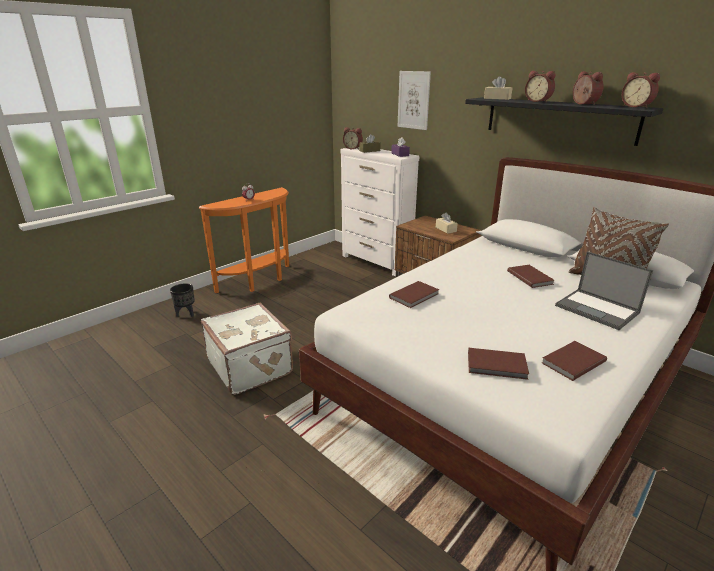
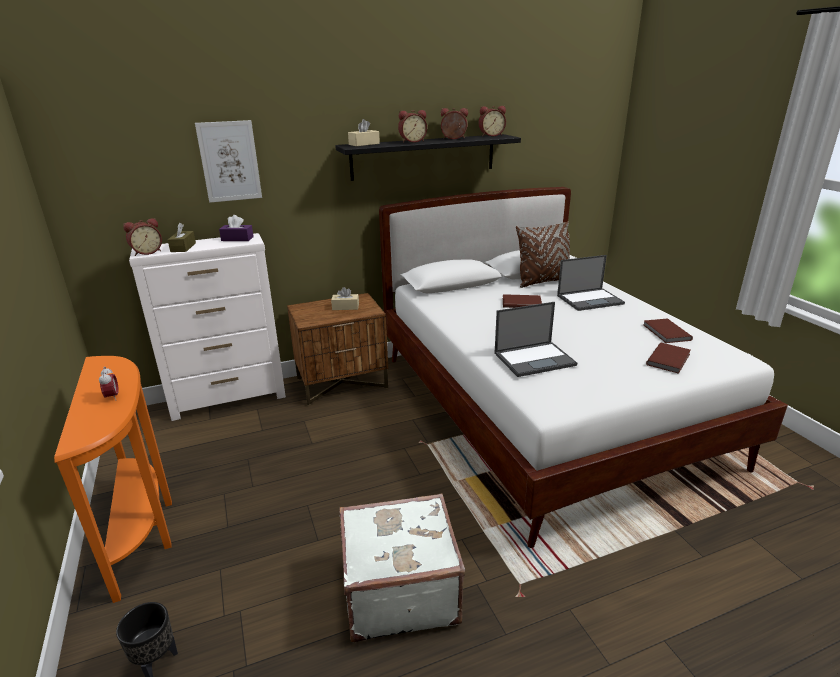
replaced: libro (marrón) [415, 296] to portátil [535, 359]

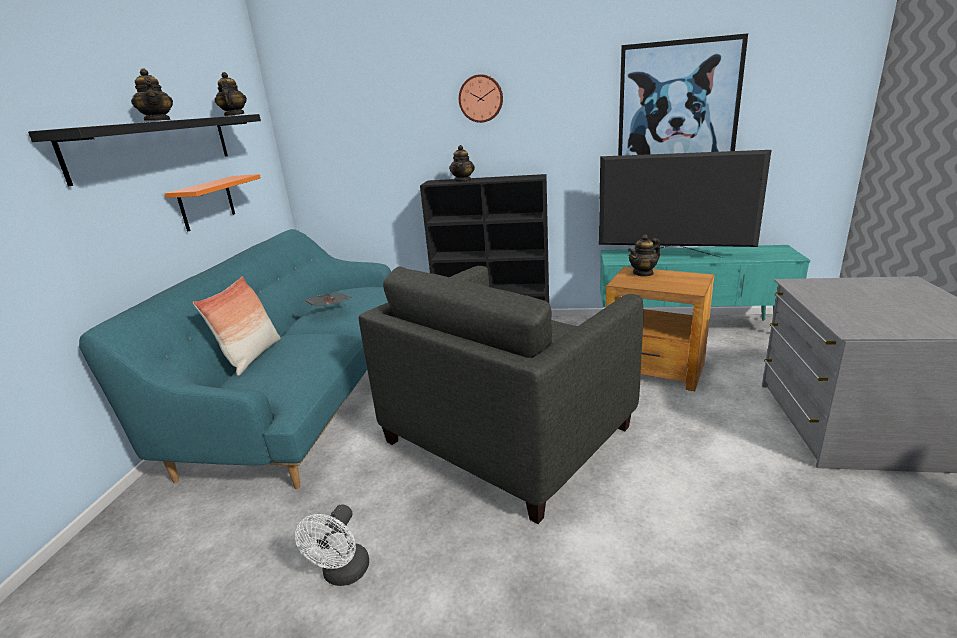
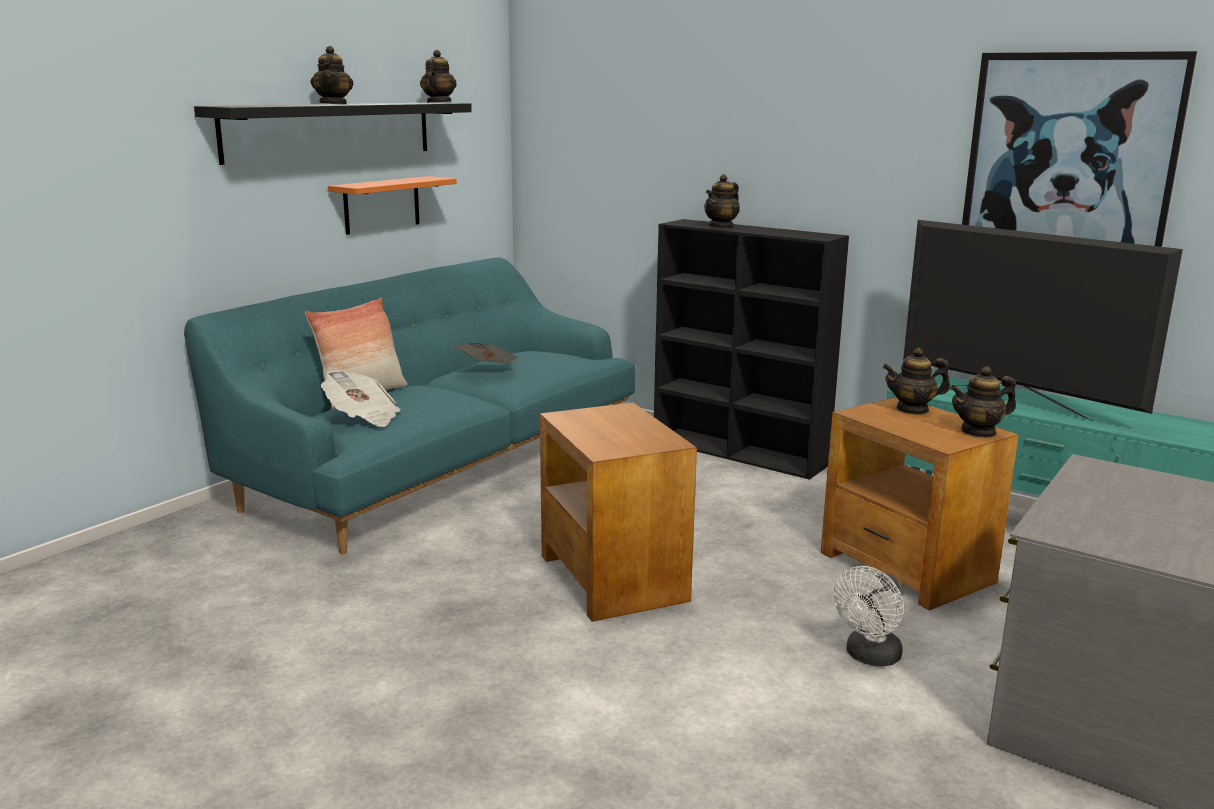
removed: reloj de pared [481, 98]
added: periódico [363, 417]; tetera [979, 432]
moved: ventilador (blanco) [343, 574] to [869, 657]
replaced: sillón (gris) [507, 434] to mesa auxiliar (marrón) [613, 577]

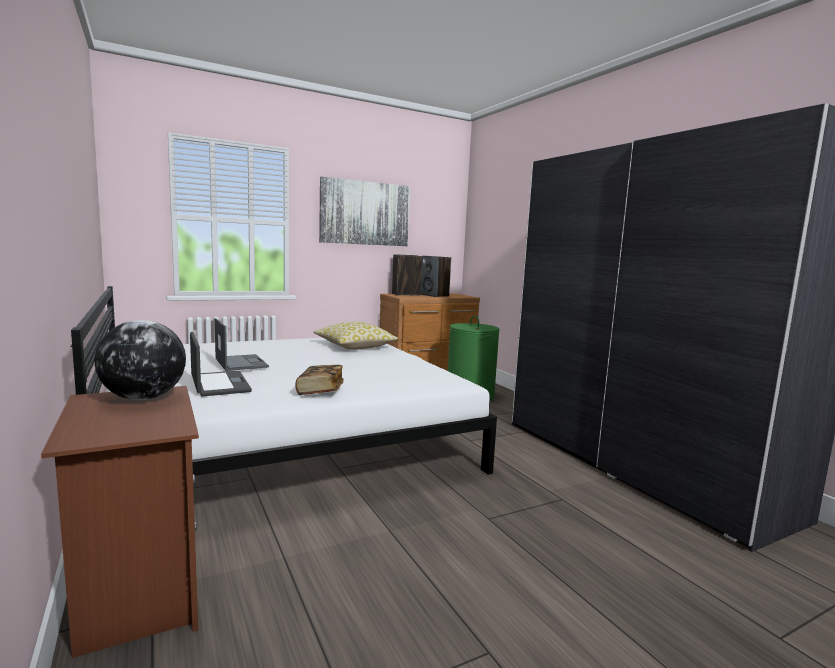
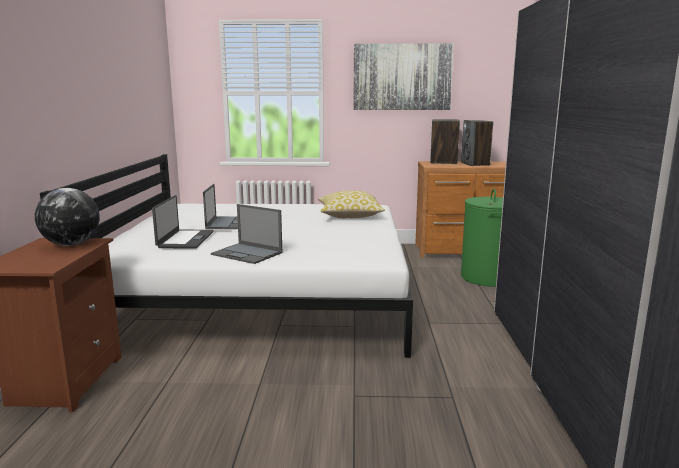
replaced: libro [320, 391] to portátil [247, 254]

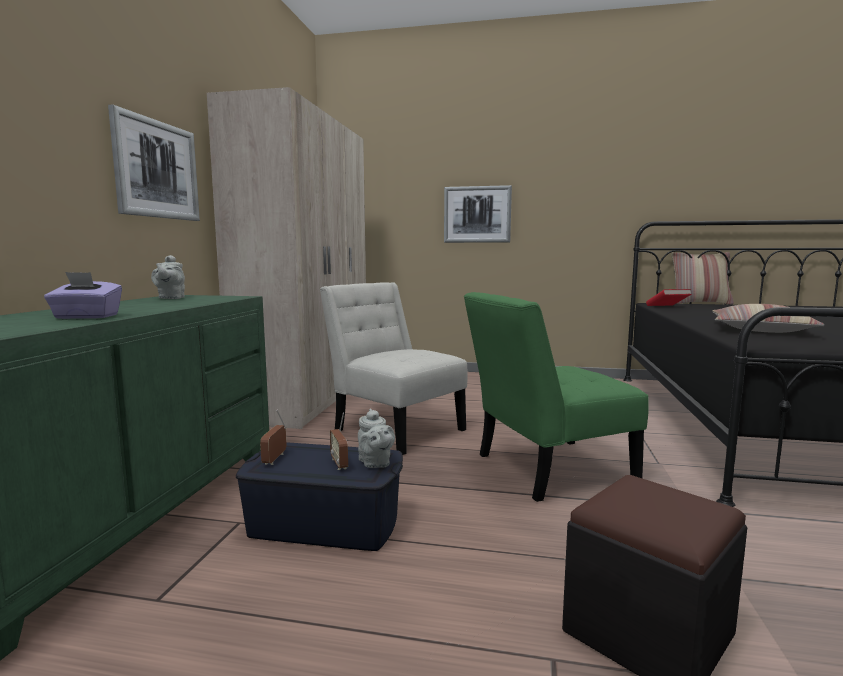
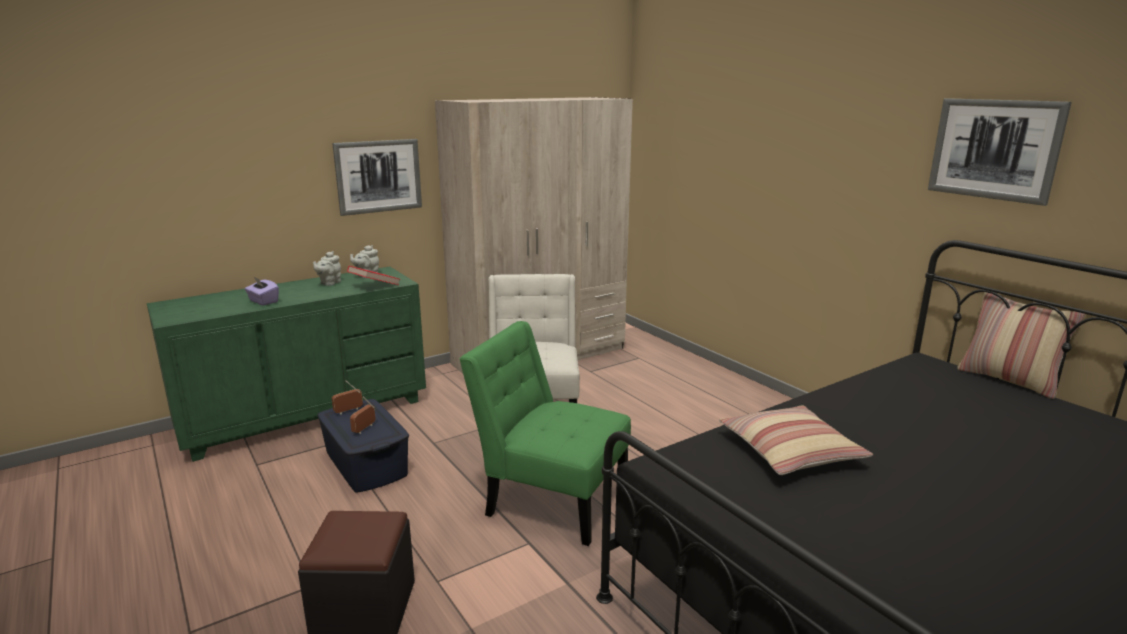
moved: tetera (gris) [375, 463] to [329, 283]; libro (rojo) [667, 307] to [375, 286]; cuadro [477, 214] to [994, 149]

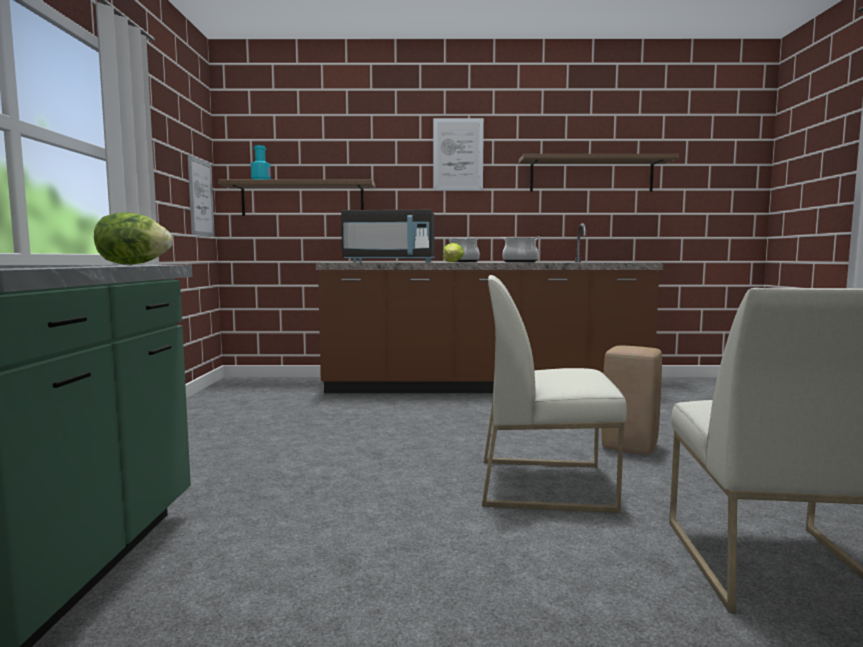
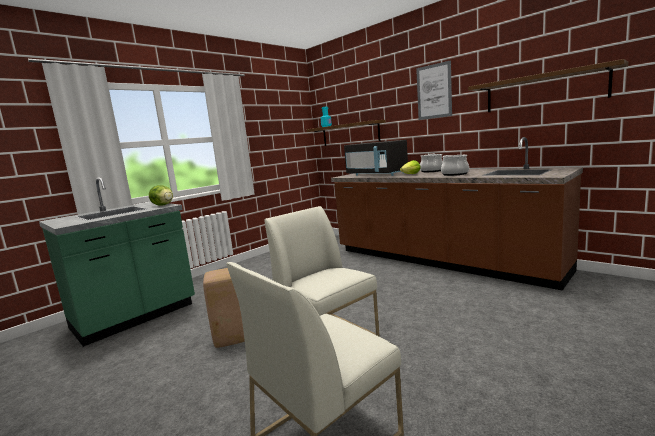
removed: cuadro [200, 198]
moved: taburete (beis) [630, 447] to [230, 339]

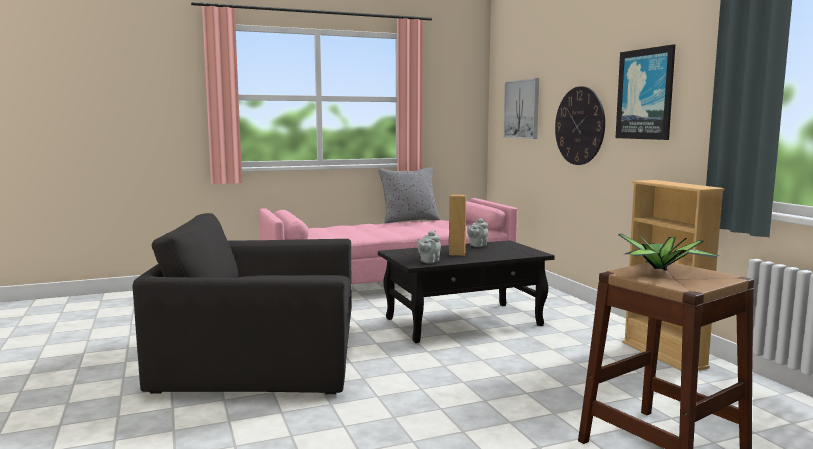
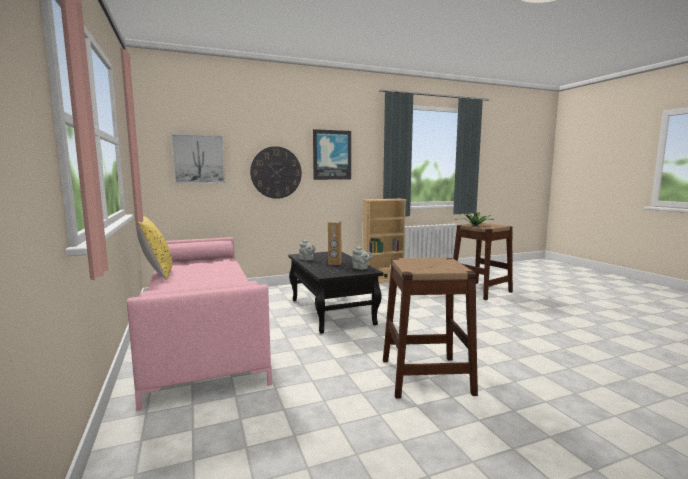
replaced: sillón (negro) [262, 358] to taburete (marrón) [426, 376]
recoloured: cojín (gris) [409, 220] to cojín (amarillo) [157, 273]

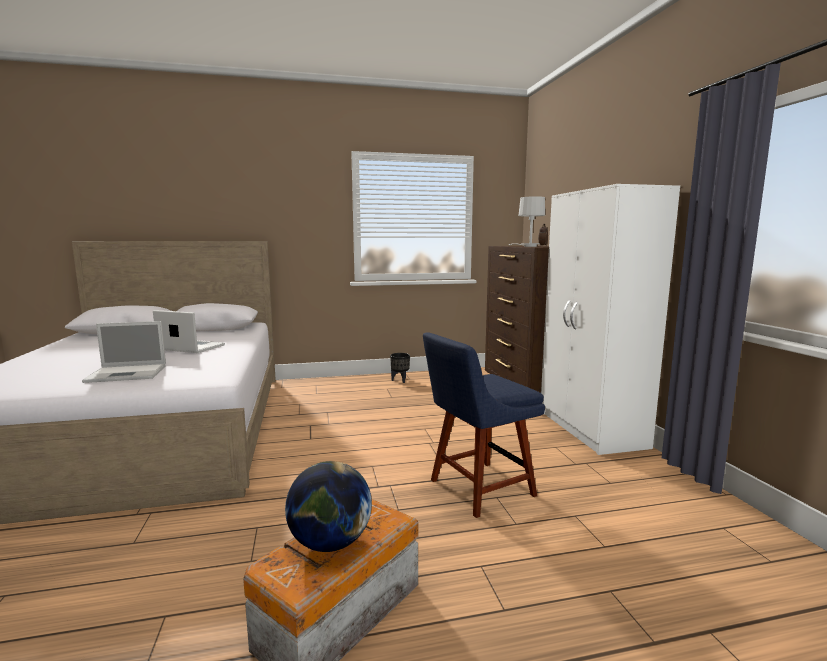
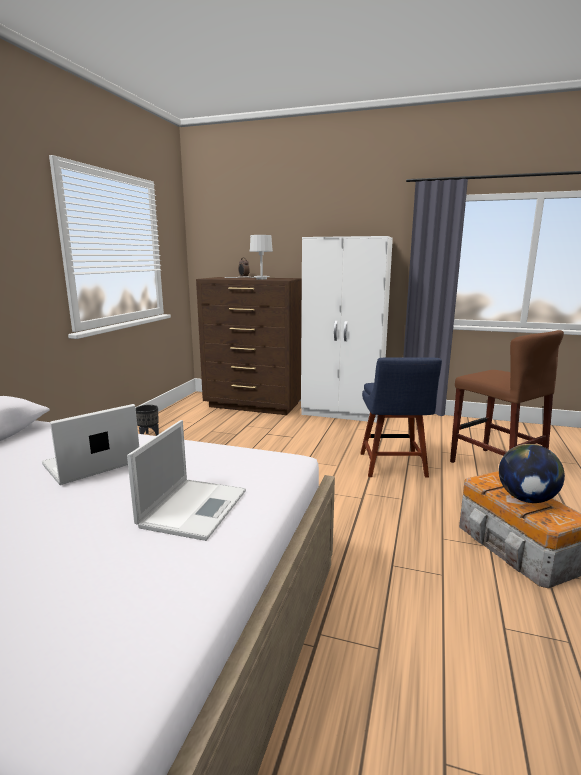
added: taburete (marrón) [496, 467]

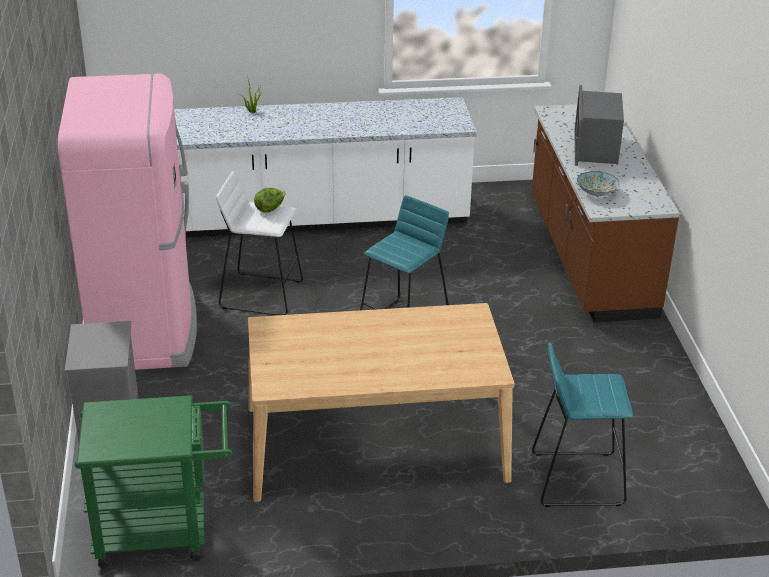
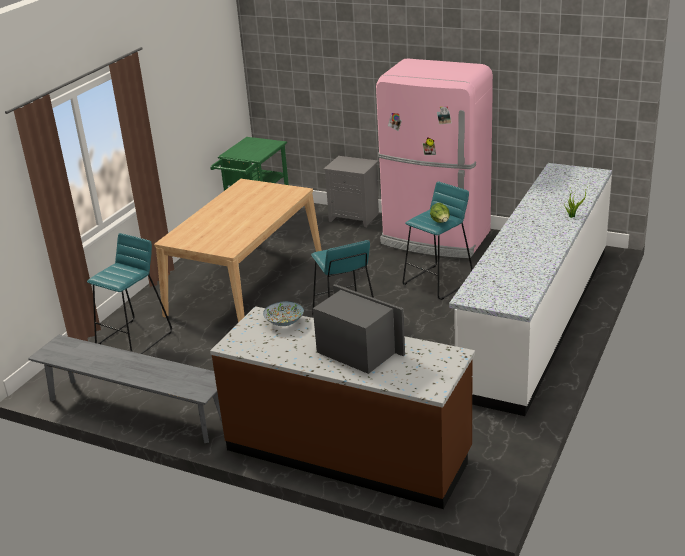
added: banco (gris) [136, 410]
recoloured: taburete (blanco) [261, 294] to taburete (turquesa) [438, 282]

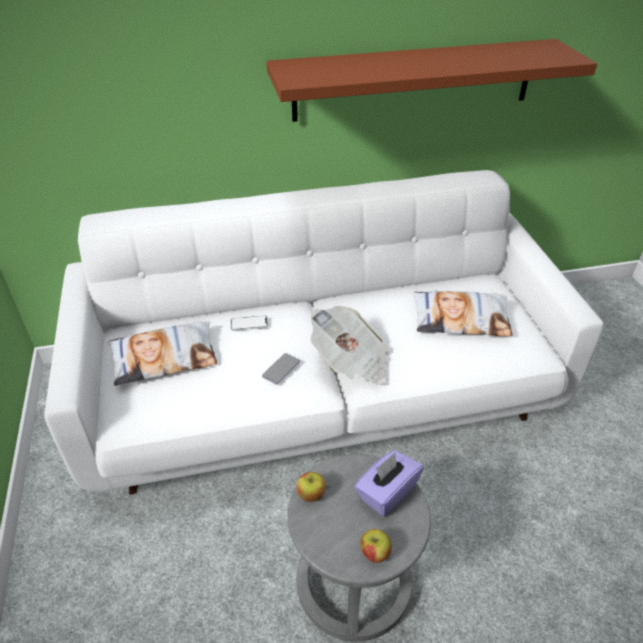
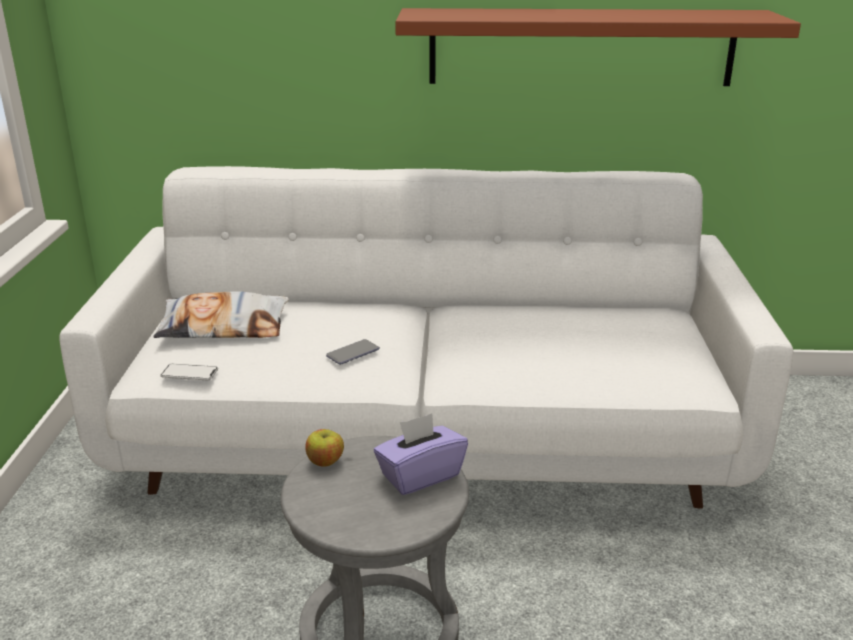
removed: periódico [351, 361]; manzana [375, 553]; cojín [460, 319]
moved: móvil [249, 323] to [189, 373]

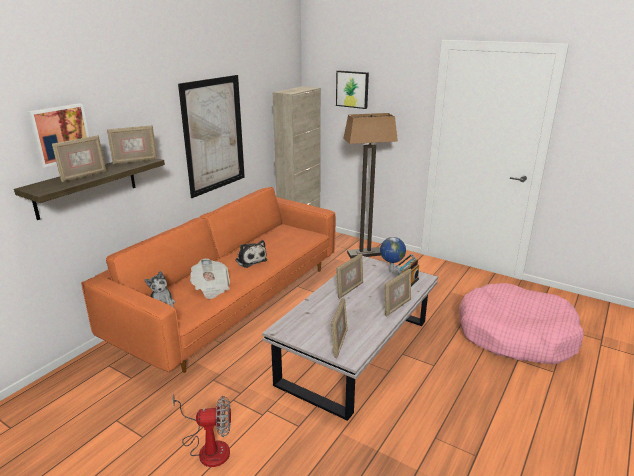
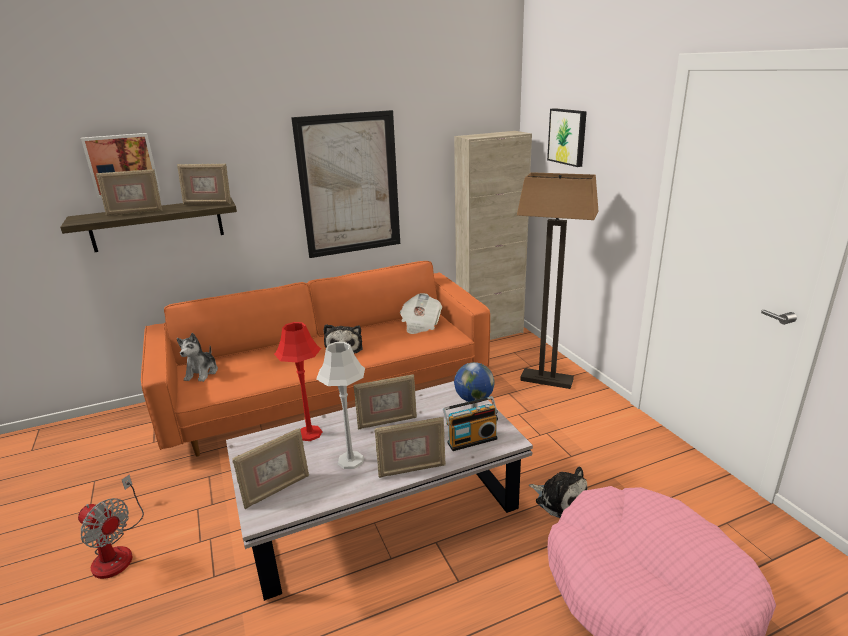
added: lámpara de mesa (rojo) [309, 433]; lámpara de mesa (gris) [350, 460]; peluche [559, 499]
moved: periódico [211, 288] to [420, 324]

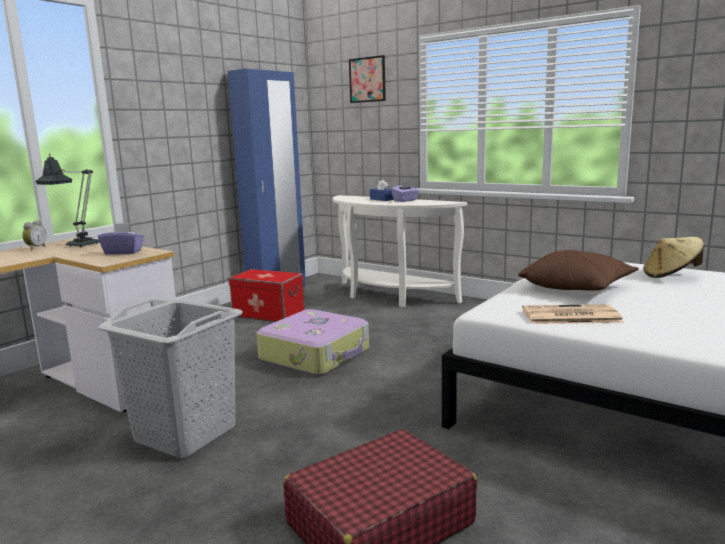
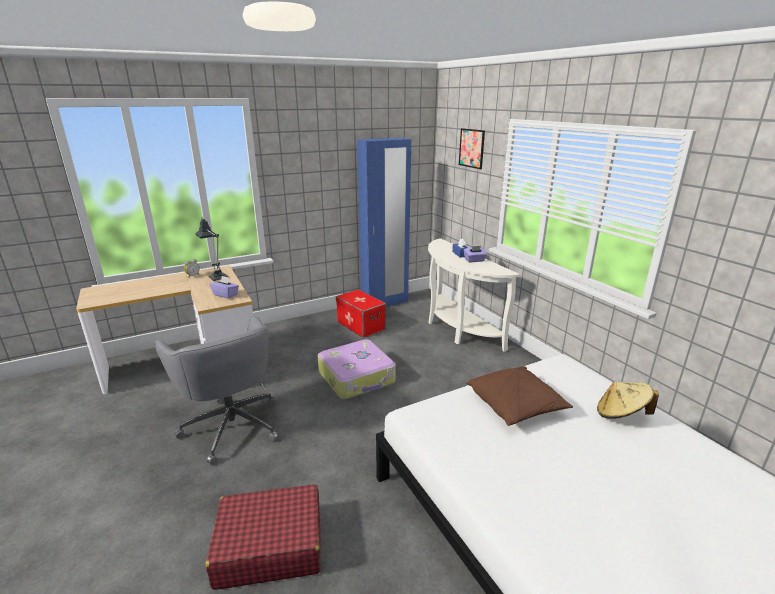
removed: periódico [569, 316]
replaced: cesto de la ropa (gris) [185, 434] to silla de oficina (gris) [232, 424]

